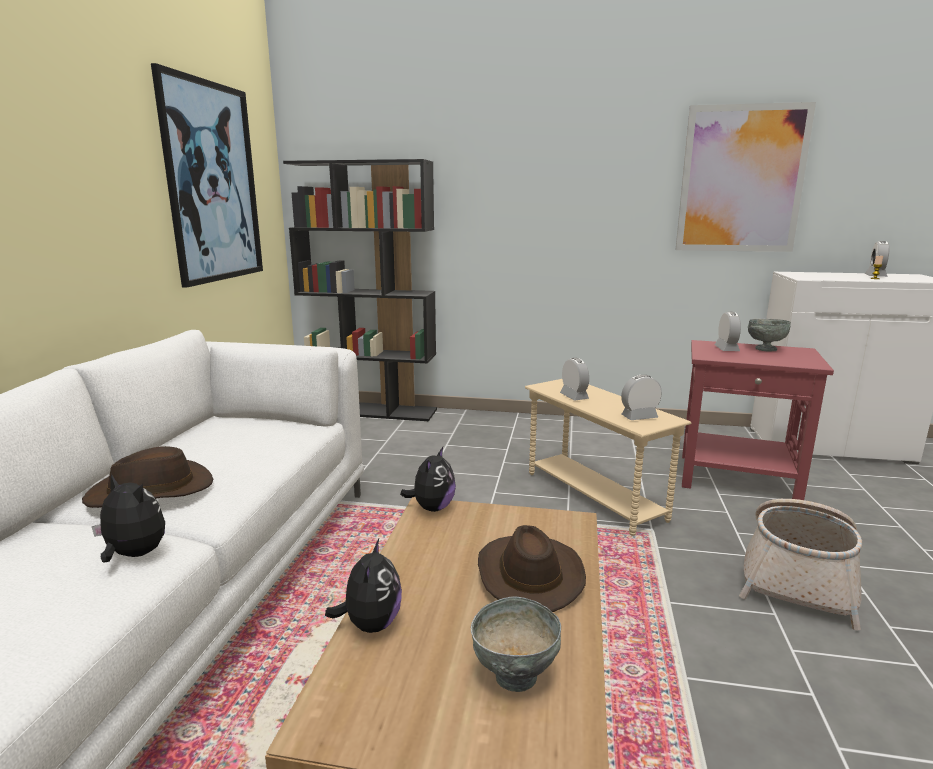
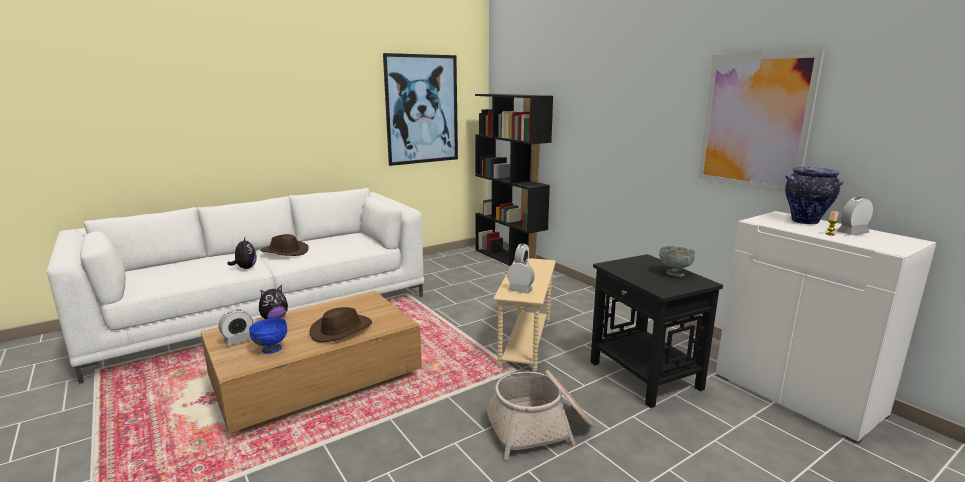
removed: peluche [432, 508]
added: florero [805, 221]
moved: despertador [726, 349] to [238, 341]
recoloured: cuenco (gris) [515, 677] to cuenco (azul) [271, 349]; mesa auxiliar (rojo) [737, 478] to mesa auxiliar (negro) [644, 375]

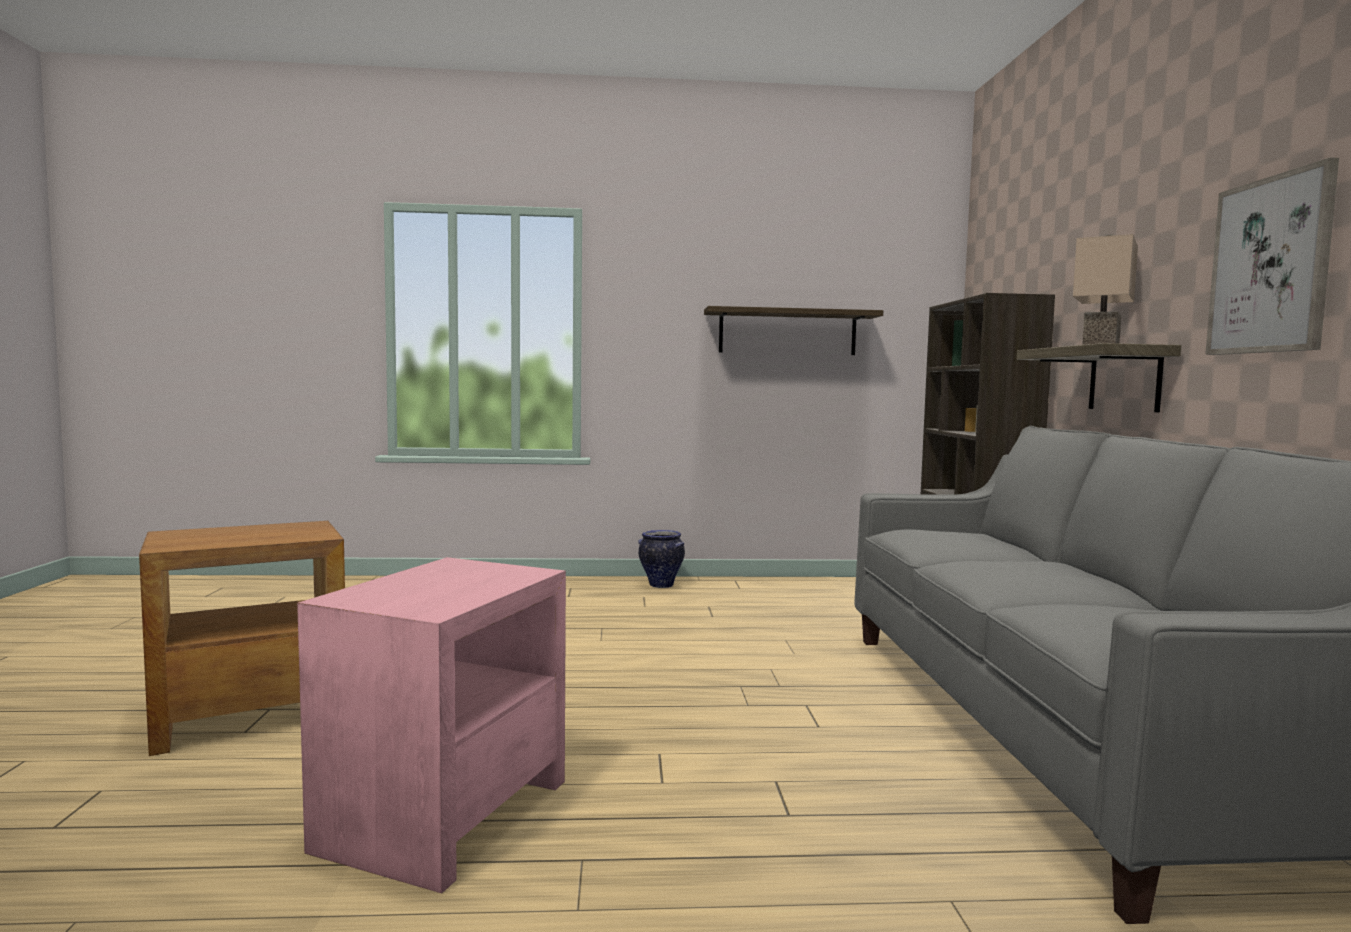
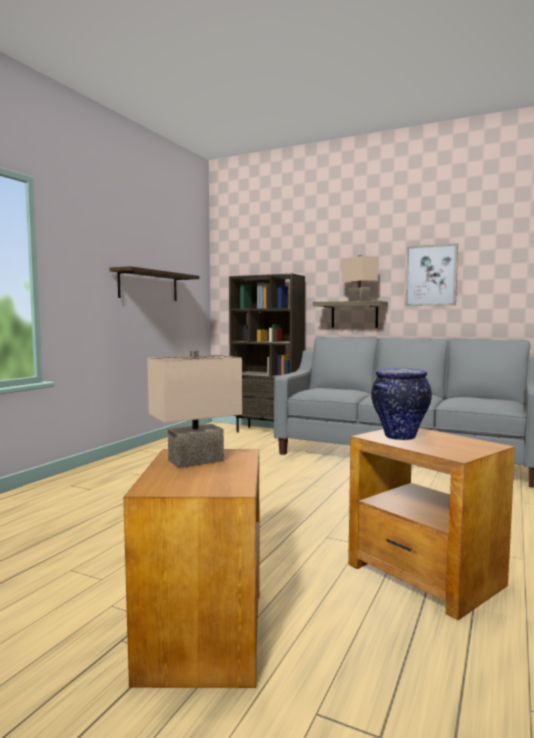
added: lámpara de mesa (beis) [196, 461]
moved: florero [660, 585] to [399, 437]
recoloured: mesa auxiliar (rosa) [443, 815] to mesa auxiliar (marrón) [425, 575]

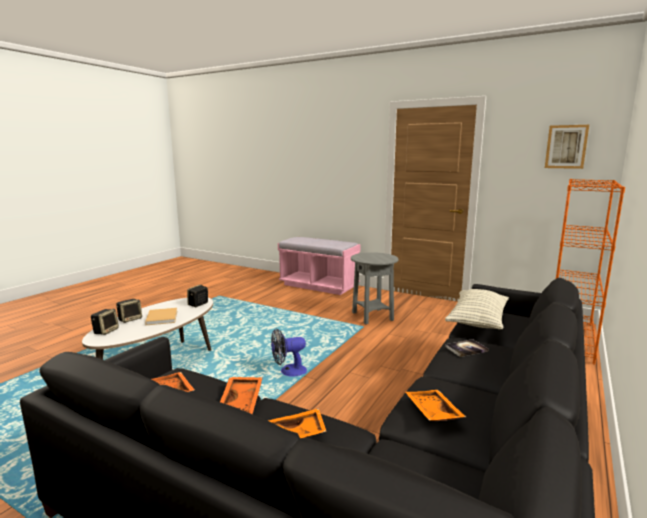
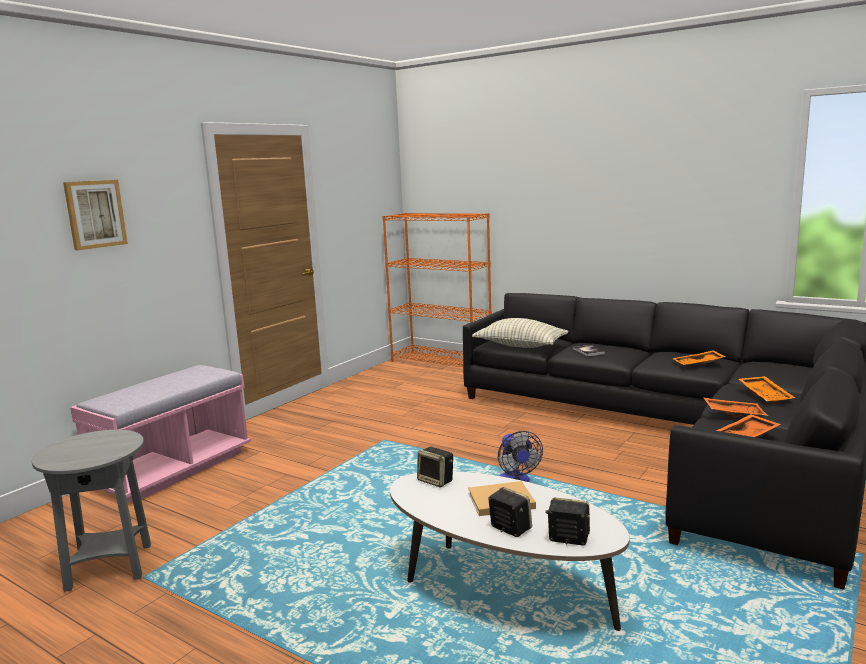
moved: mesa auxiliar (gris) [372, 317] to [110, 567]; cuadro [566, 147] to [95, 214]

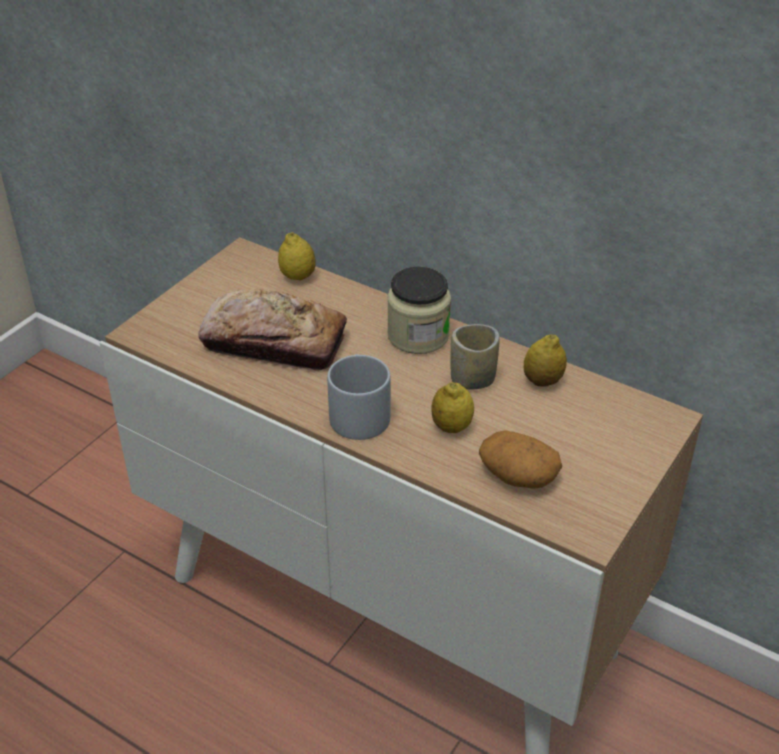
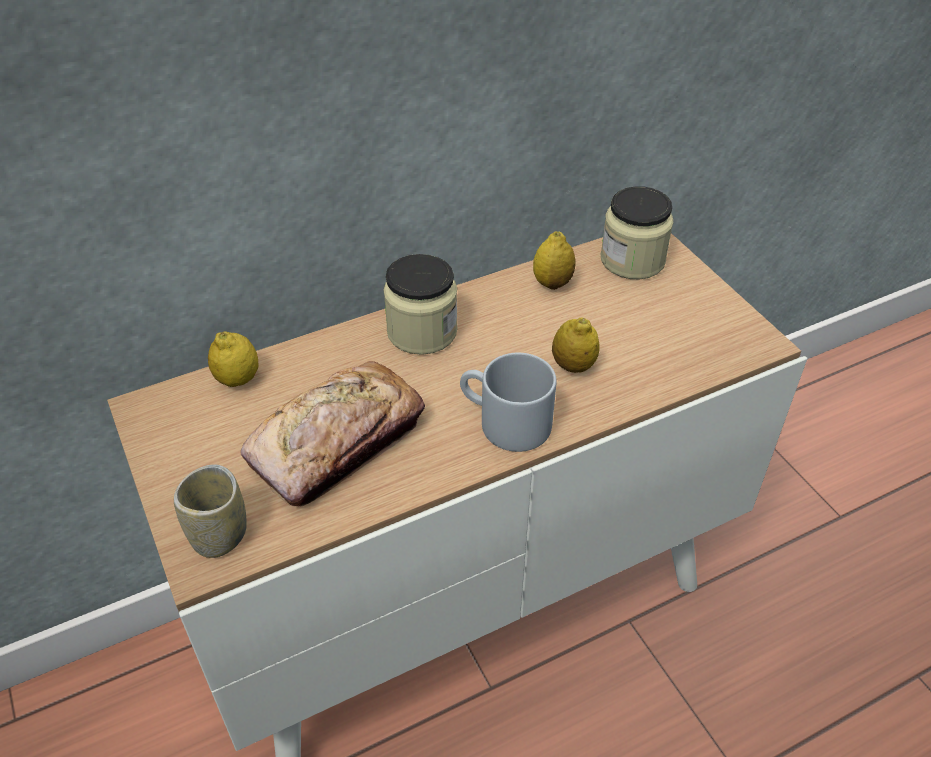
removed: patata [517, 475]
added: tarro [632, 260]
moved: taza [472, 379] to [219, 535]

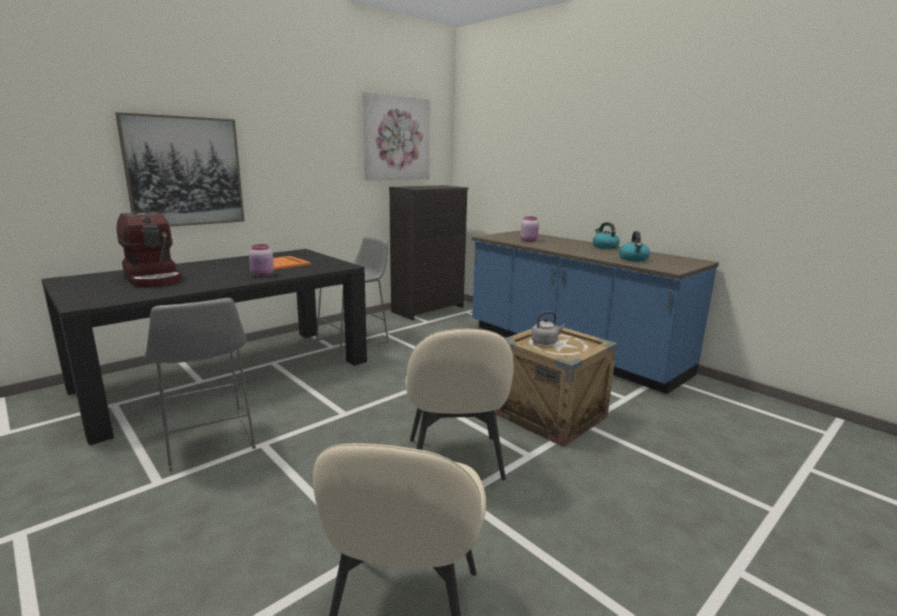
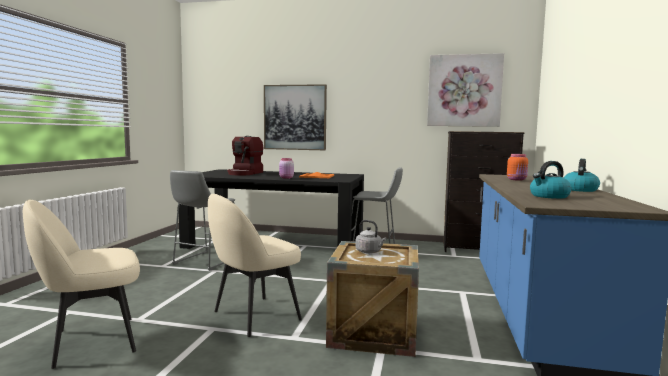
recoloured: tarro (rosa) [529, 240] to tarro (naranja) [517, 179]

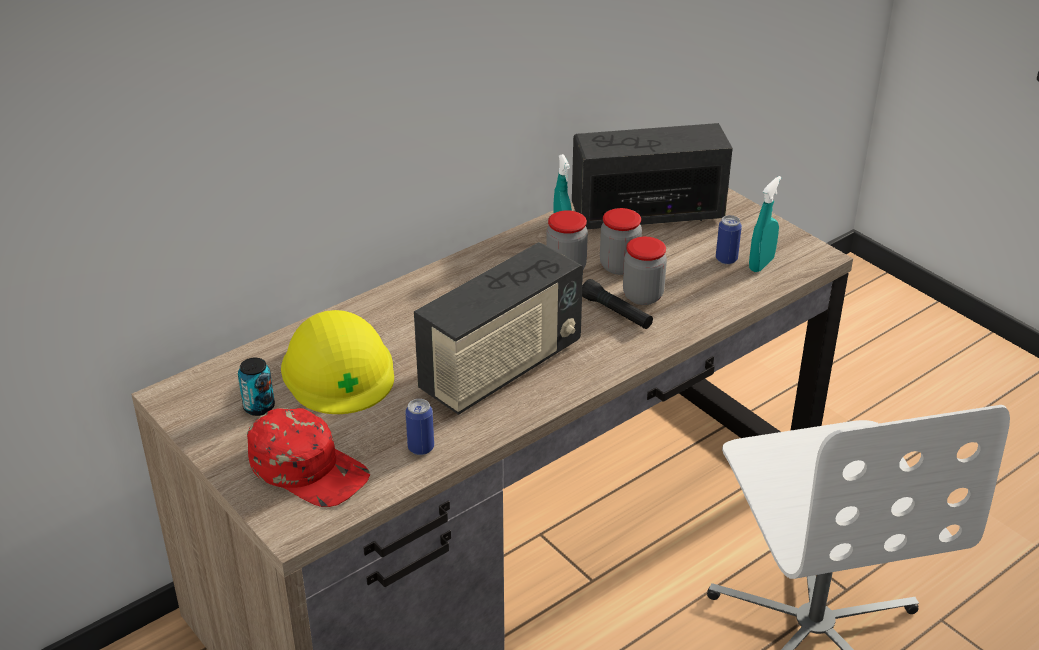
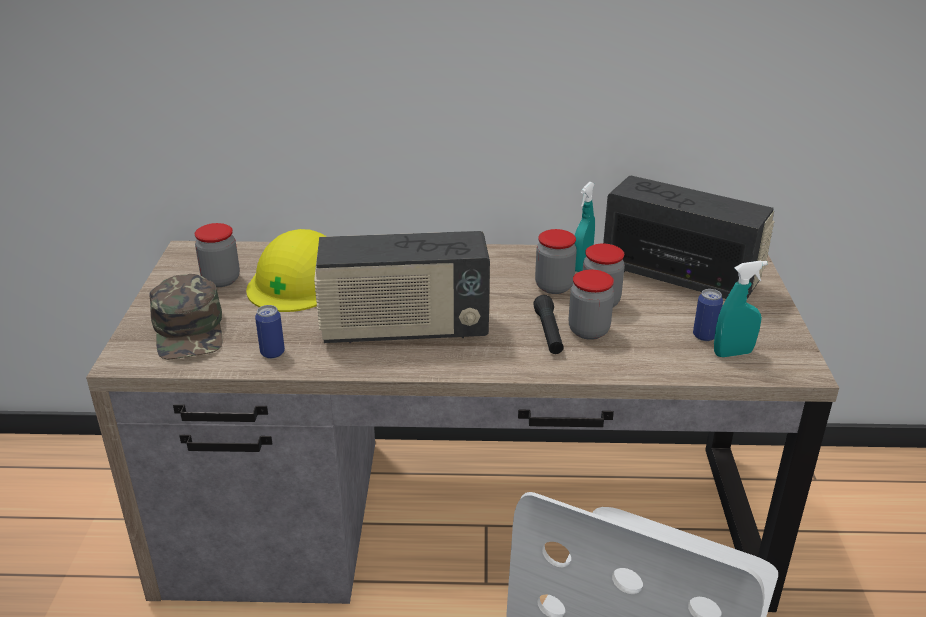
replaced: lata [259, 407] to tarro [221, 280]
recoloured: gorra (rojo) [309, 468] to gorra (verde) [190, 329]

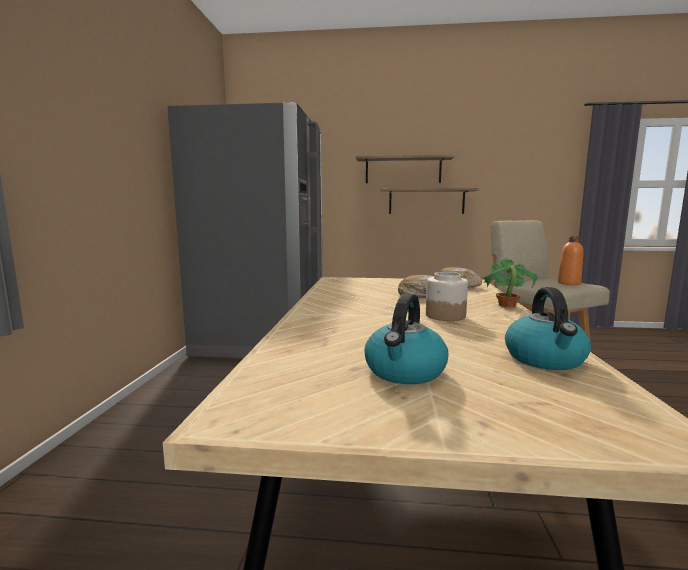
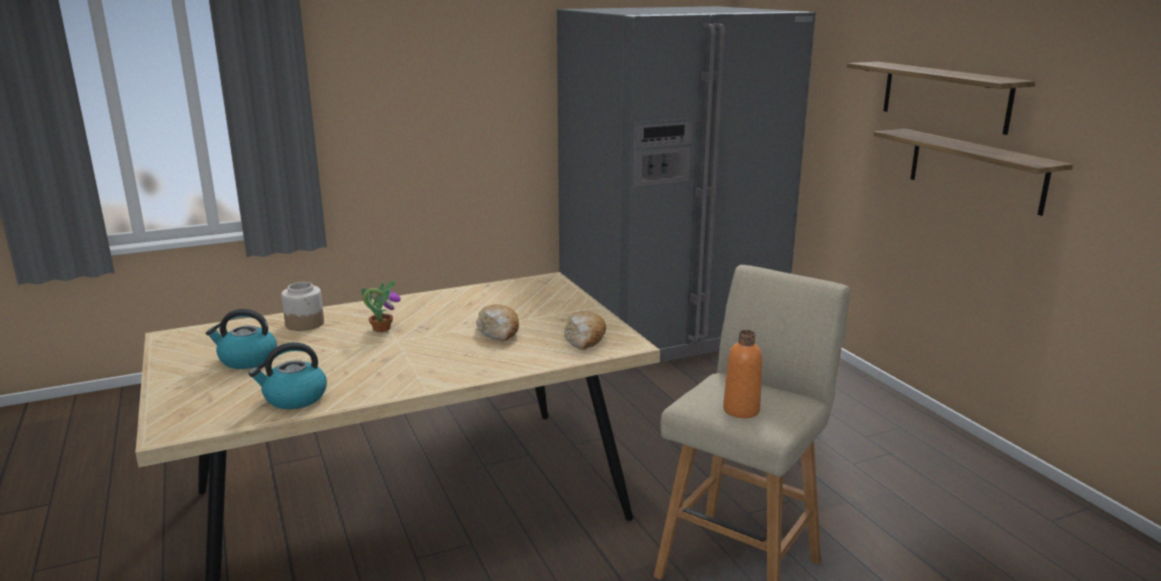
moved: tarro [445, 316] to [305, 323]; planta en maceta [506, 305] to [381, 328]

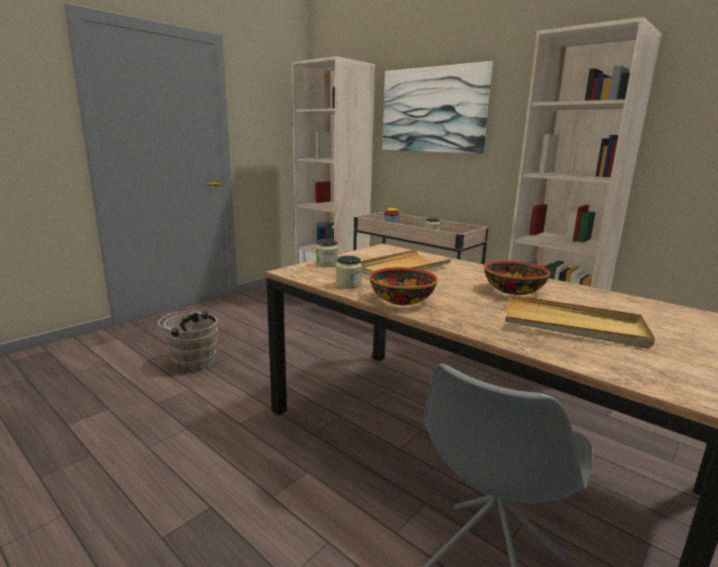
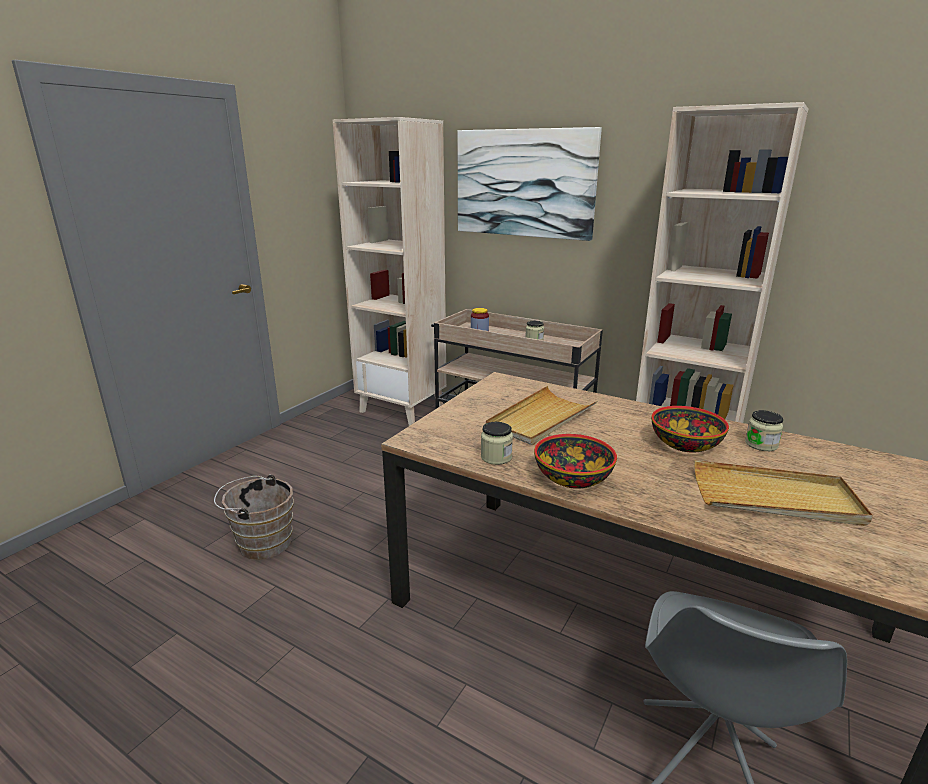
moved: tarro [327, 264] to [761, 444]

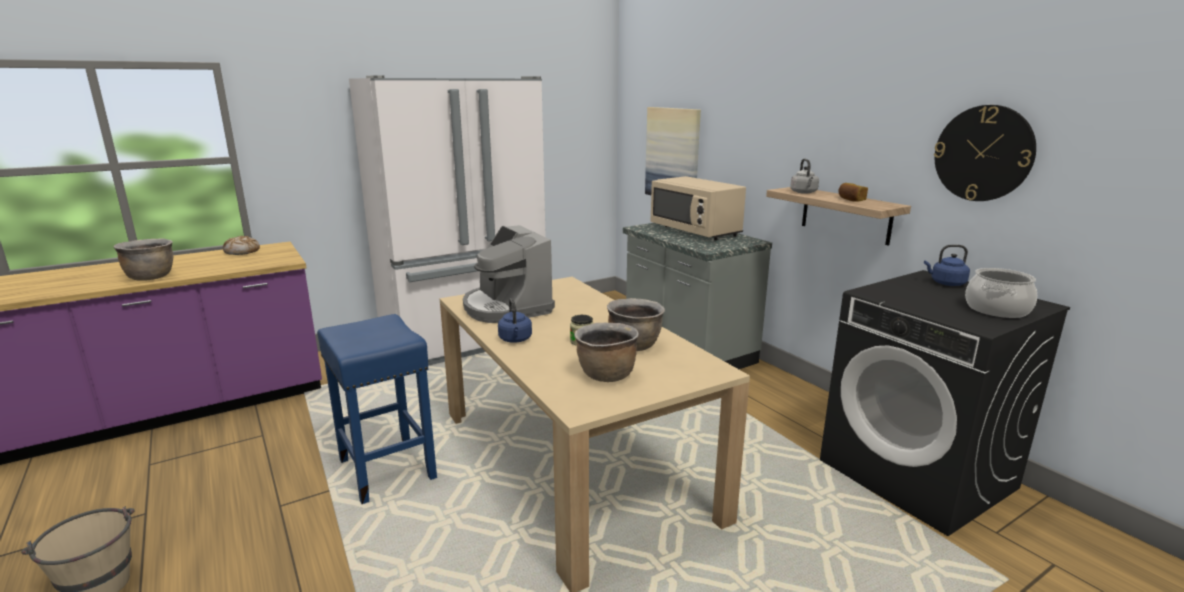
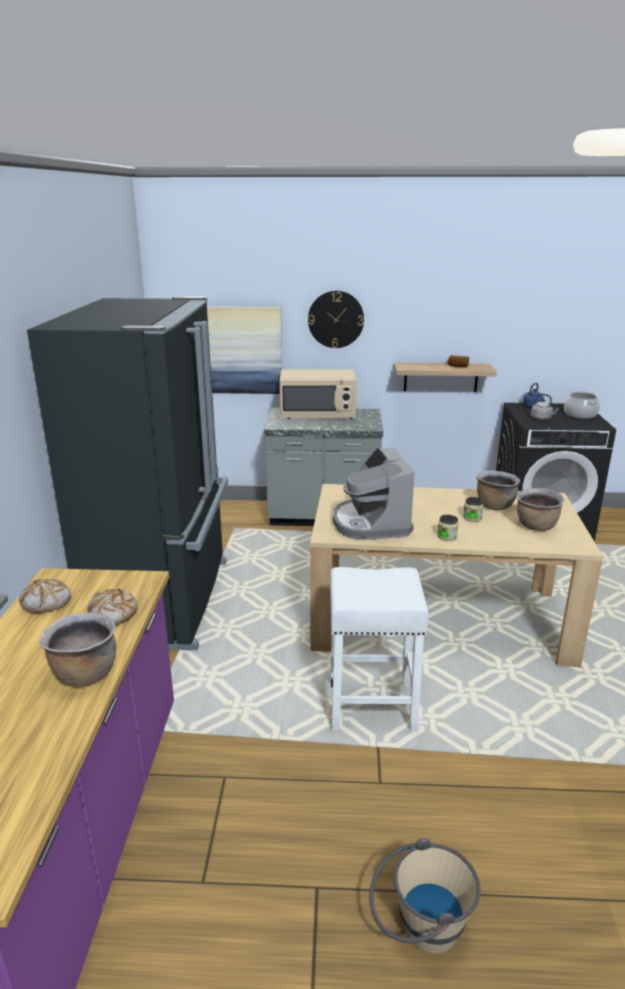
added: pan [113, 614]
moved: reloj de pared [983, 153] to [335, 319]; hervidor (gris) [804, 192] to [542, 418]
replaced: hervidor (azul) [515, 340] to tarro [447, 536]
recoloured: nevera (blanco) [467, 341] to nevera (negro) [165, 600]; taburete (azul) [386, 469] to taburete (blanco) [370, 707]
turned: cafetera [506, 307] = [371, 523] 75 degrees clockwise

